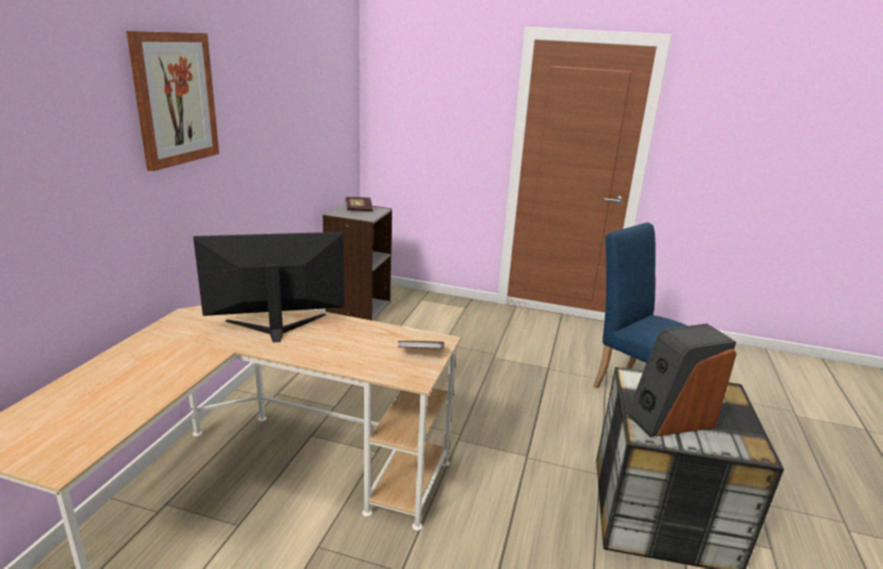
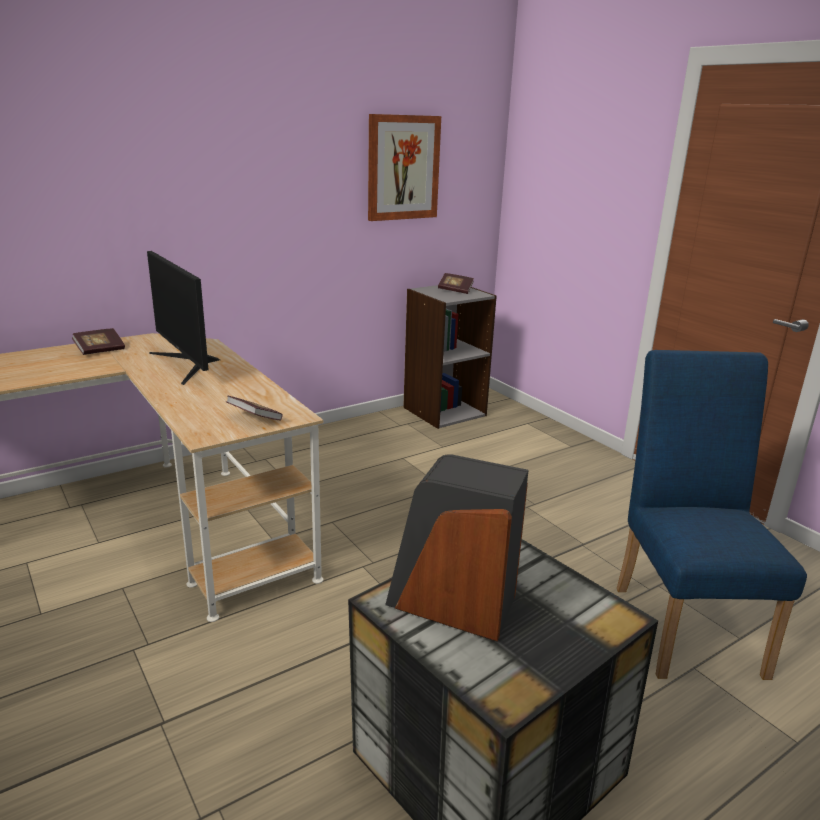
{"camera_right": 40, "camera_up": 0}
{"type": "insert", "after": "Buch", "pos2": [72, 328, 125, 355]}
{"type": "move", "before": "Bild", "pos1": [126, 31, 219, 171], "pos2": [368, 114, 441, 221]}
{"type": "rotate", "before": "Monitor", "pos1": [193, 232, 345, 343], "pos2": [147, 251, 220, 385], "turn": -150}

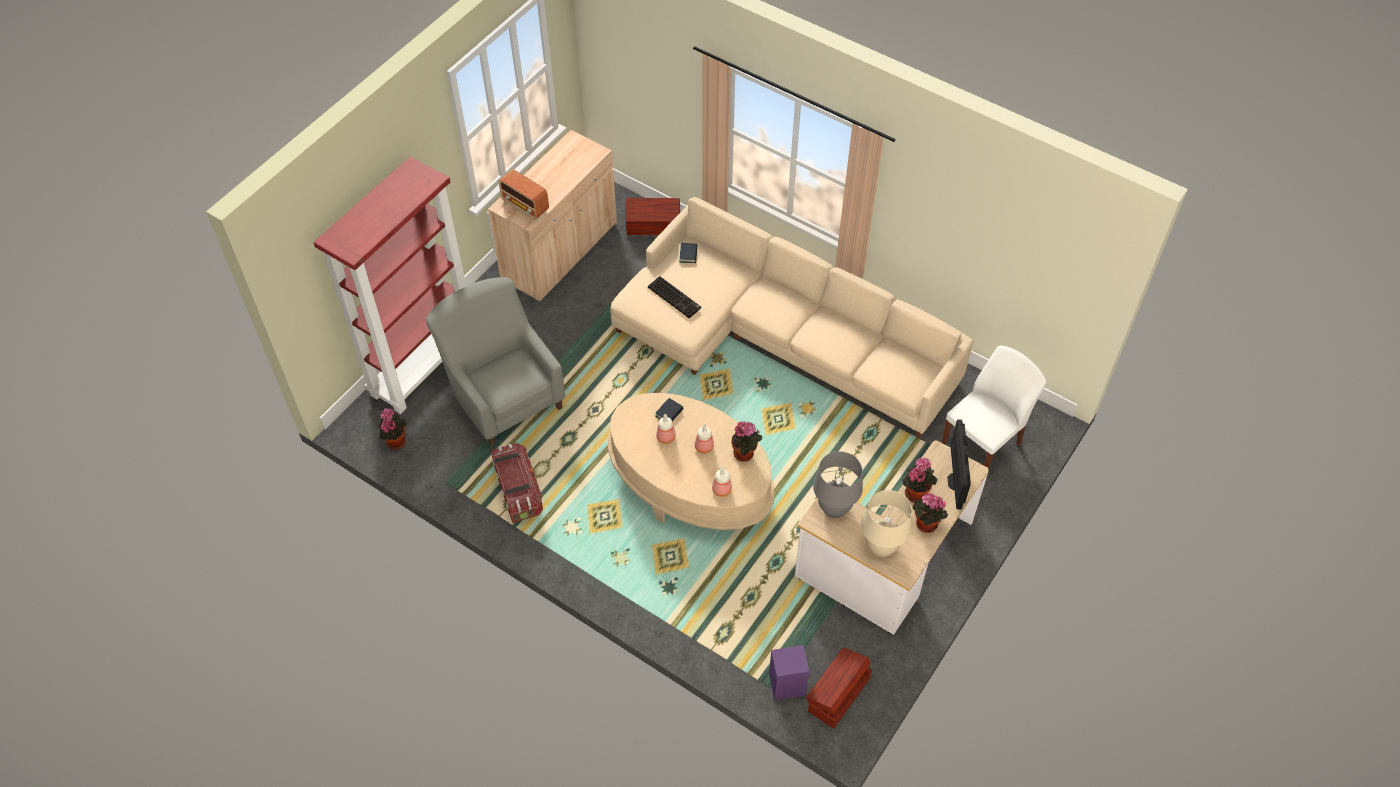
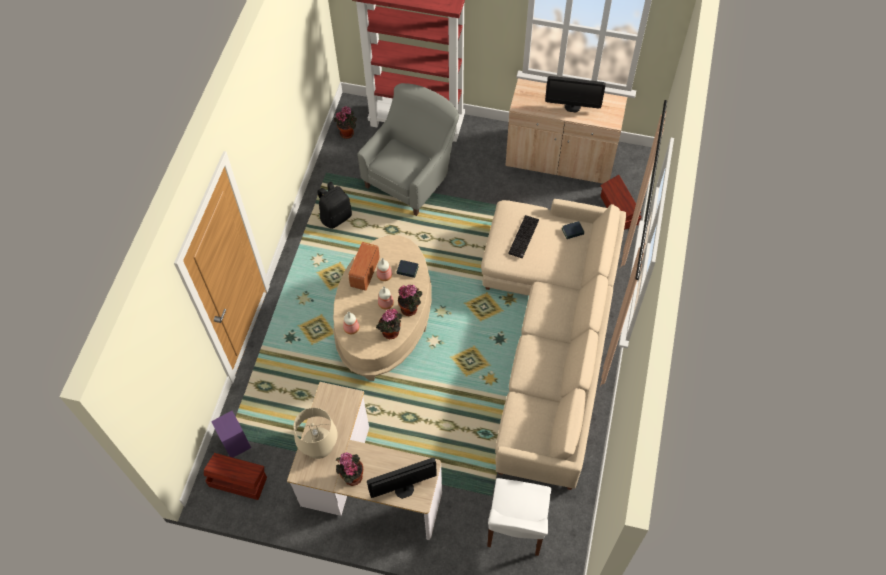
{"camera_right": 70, "camera_up": 5}
{"type": "delete", "before": "Tischlampe [grau]", "pos1": [813, 451, 863, 518]}
{"type": "insert", "after": "Monitor", "pos2": [545, 76, 606, 112]}
{"type": "move", "before": "Radio", "pos1": [499, 169, 549, 219], "pos2": [348, 242, 380, 291]}
{"type": "move", "before": "Topfpflanze", "pos1": [902, 457, 937, 503], "pos2": [398, 284, 423, 316]}
{"type": "replace", "before": "Aufbewahrungsbox", "after": "Rucksack [schwarz]", "pos1": [491, 443, 543, 523], "pos2": [317, 182, 352, 229]}
{"type": "rotate", "before": "Stuhl [weiß]", "pos1": [942, 346, 1046, 469], "pos2": [487, 478, 551, 556], "turn": 75}

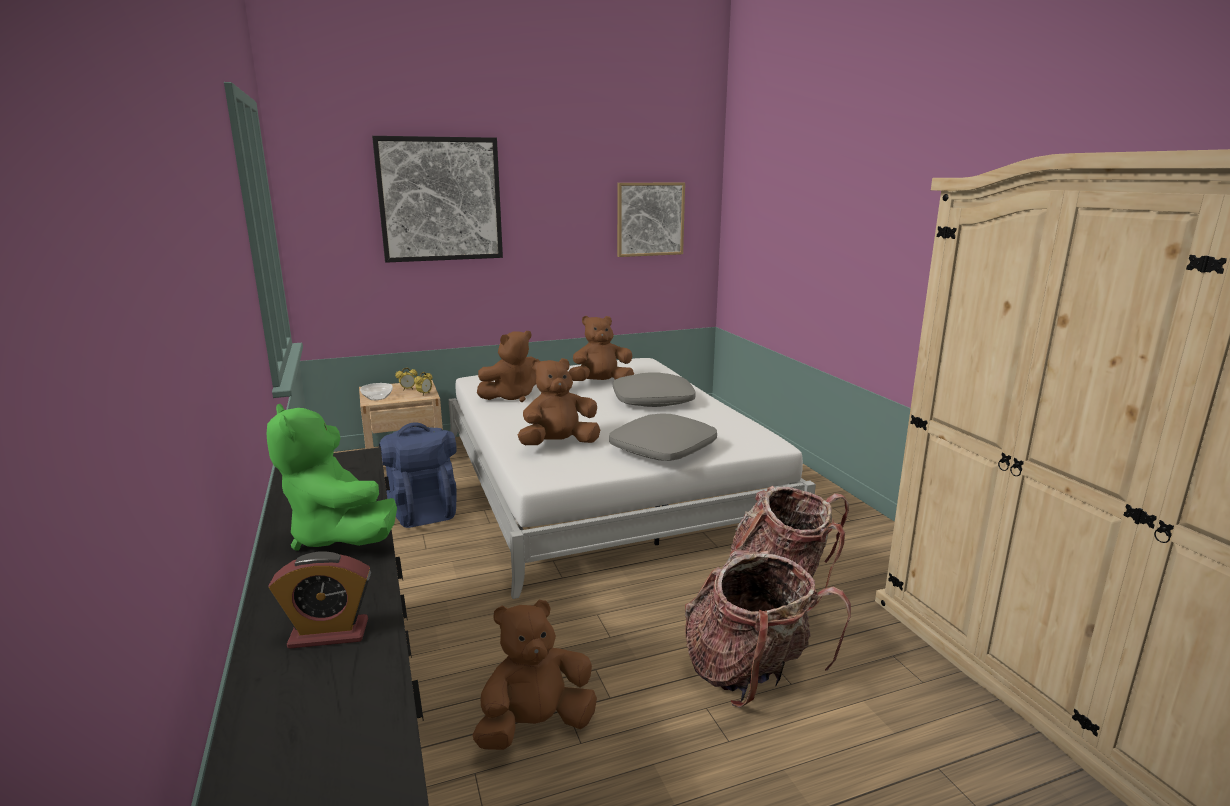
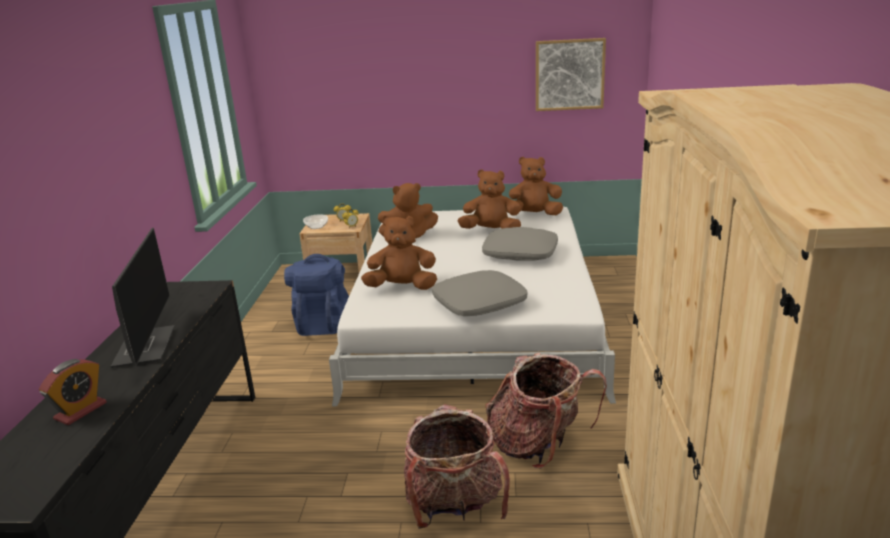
{"camera_right": 25, "camera_up": 5}
{"type": "delete", "before": "Bild", "pos1": [372, 136, 503, 263]}
{"type": "move", "before": "Plüschtier [braun]", "pos1": [472, 600, 597, 750], "pos2": [506, 157, 563, 215]}
{"type": "replace", "before": "Plüschtier [grün]", "after": "Monitor", "pos1": [267, 404, 397, 551], "pos2": [110, 228, 175, 368]}
{"type": "rotate", "before": "Wecker", "pos1": [268, 551, 371, 649], "pos2": [39, 359, 107, 425], "turn": -75}

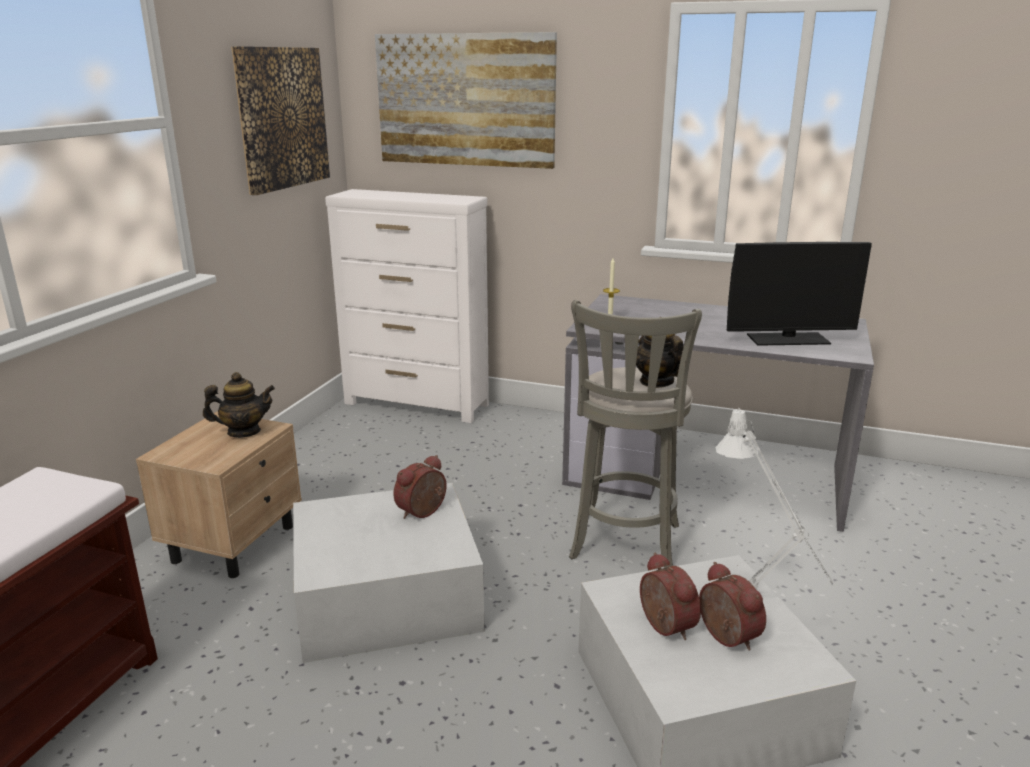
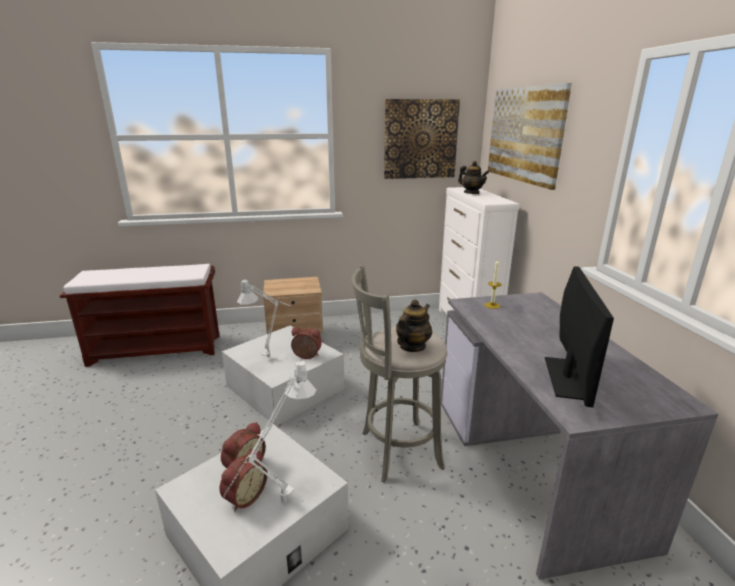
{"camera_right": 60, "camera_up": 0}
{"type": "insert", "after": "Tischlampe [grau]", "pos2": [237, 280, 290, 357]}
{"type": "move", "before": "Teekanne", "pos1": [203, 372, 275, 438], "pos2": [458, 161, 489, 194]}
{"type": "rotate", "before": "Monitor", "pos1": [727, 242, 872, 346], "pos2": [545, 266, 614, 408], "turn": -135}

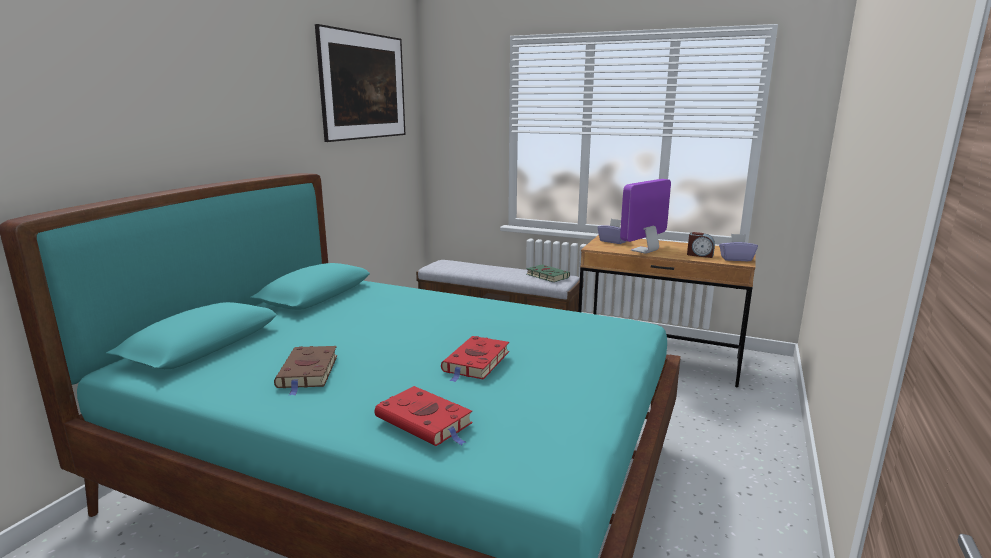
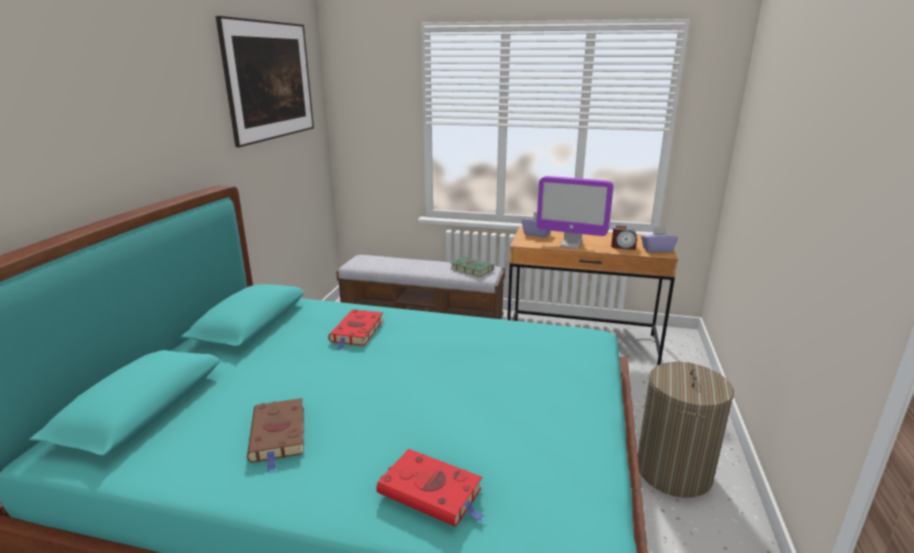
{"camera_right": -10, "camera_up": 5}
{"type": "insert", "after": "Wäschekorb", "pos2": [638, 362, 734, 498]}
{"type": "move", "before": "Buch [rot]", "pos1": [441, 336, 509, 382], "pos2": [328, 309, 384, 350]}
{"type": "rotate", "before": "Monitor", "pos1": [620, 179, 671, 254], "pos2": [537, 176, 614, 249], "turn": -105}

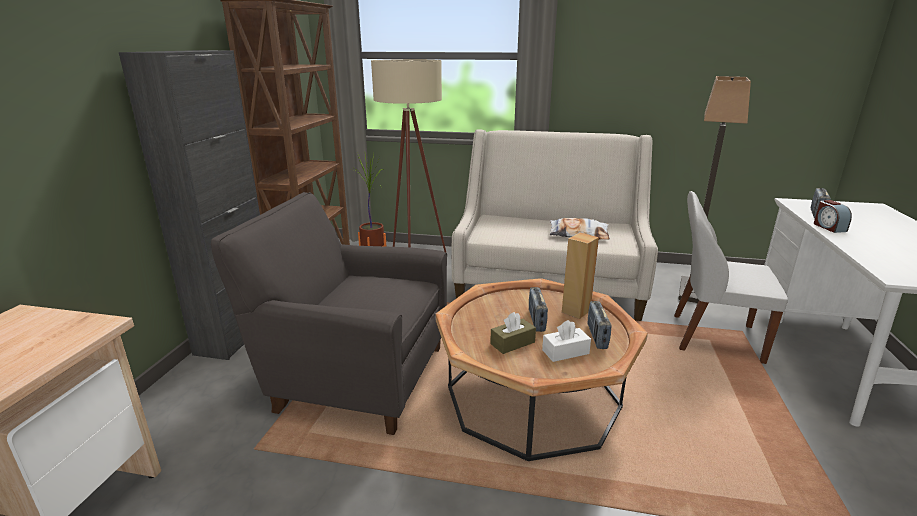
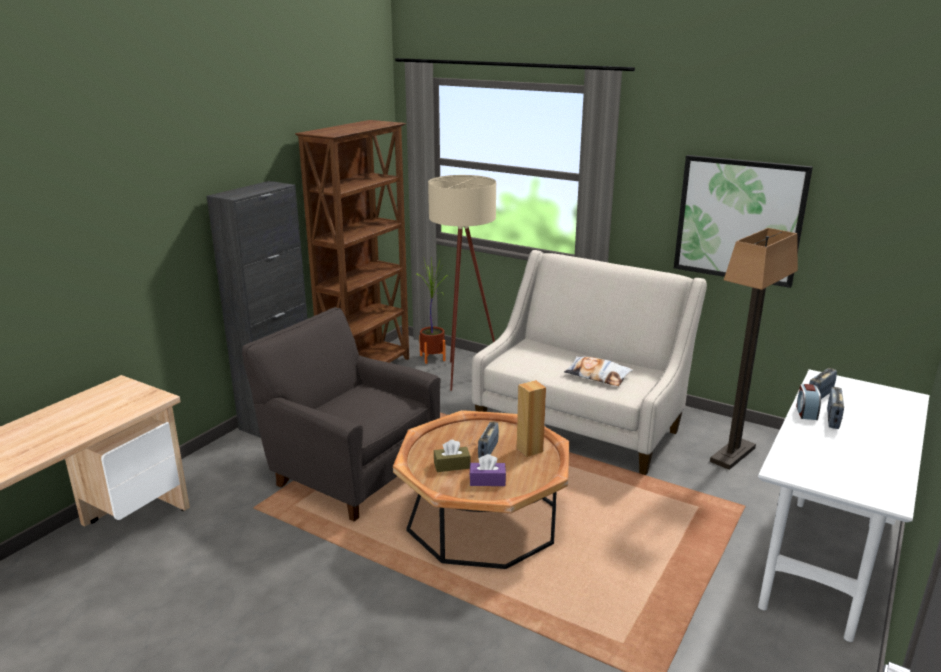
{"camera_right": 20, "camera_up": 0}
{"type": "delete", "before": "Stuhl [weiß]", "pos1": [674, 191, 788, 364]}
{"type": "insert", "after": "Bild", "pos2": [674, 155, 813, 288]}
{"type": "move", "before": "Radio", "pos1": [587, 301, 612, 349], "pos2": [827, 387, 844, 429]}
{"type": "recolor", "before": "Taschentuchbox [weiß]", "after": "Taschentuchbox [lila]", "pos1": [542, 320, 591, 362], "pos2": [470, 454, 506, 486]}

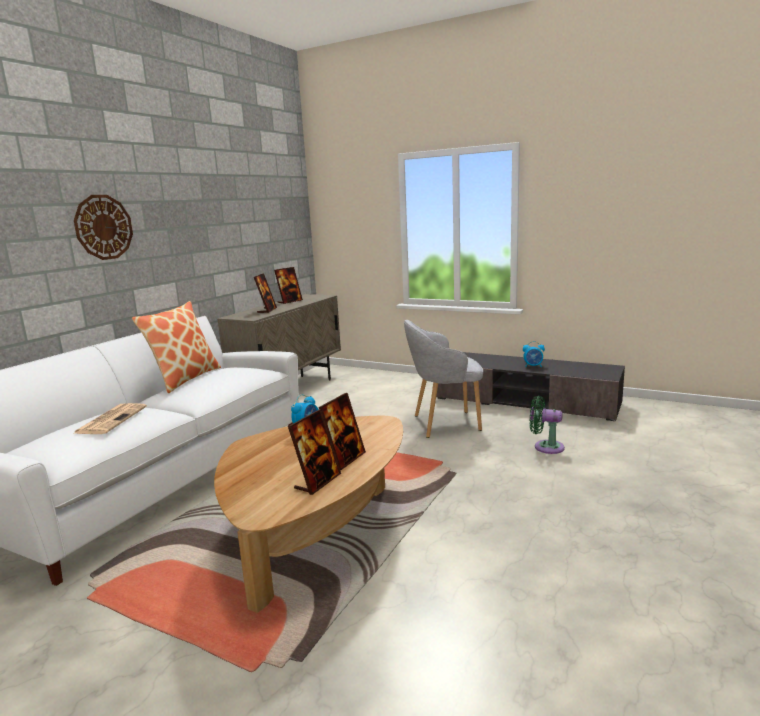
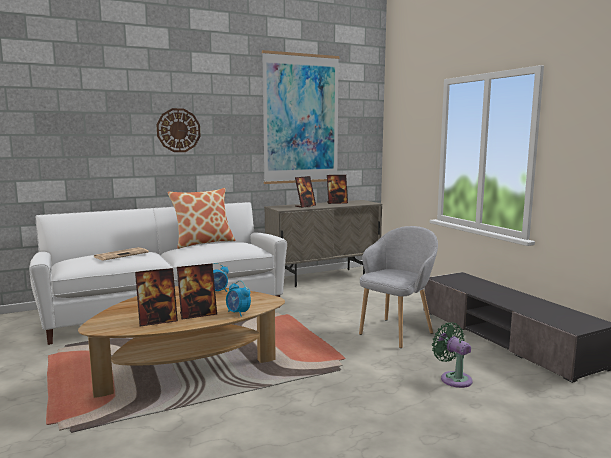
{"camera_right": 35, "camera_up": -5}
{"type": "insert", "after": "Bild", "pos2": [262, 50, 339, 184]}
{"type": "move", "before": "Wecker", "pos1": [523, 341, 545, 368], "pos2": [226, 281, 251, 317]}
{"type": "rotate", "before": "Sessel [grau]", "pos1": [404, 320, 483, 438], "pos2": [359, 226, 438, 348], "turn": 105}

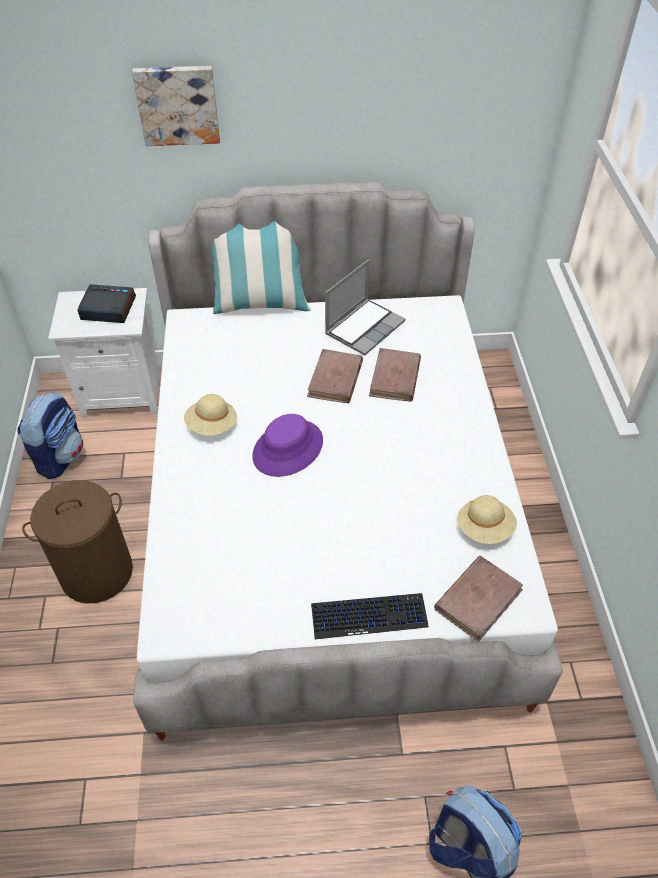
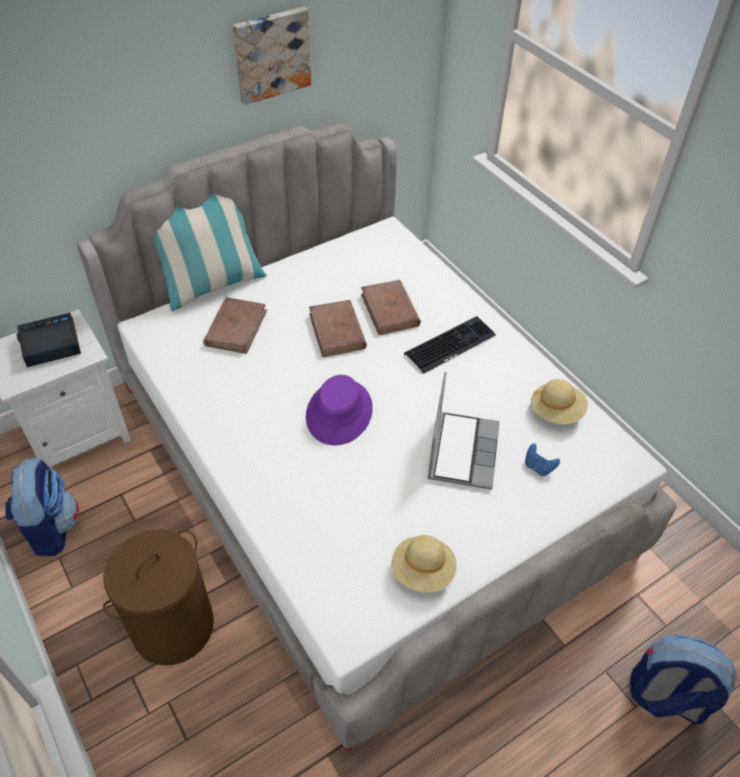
{"camera_right": -30, "camera_up": 0}
{"type": "insert", "after": "Gamepad [blau]", "pos2": [525, 444, 560, 476]}
{"type": "move", "before": "Bild", "pos1": [132, 66, 220, 146], "pos2": [233, 7, 311, 105]}
{"type": "move", "before": "Hut [beige]", "pos1": [184, 394, 237, 436], "pos2": [392, 535, 457, 592]}
{"type": "move", "before": "Tastatur", "pos1": [311, 593, 429, 639], "pos2": [404, 316, 496, 374]}
{"type": "move", "before": "Laptop", "pos1": [325, 259, 406, 355], "pos2": [427, 372, 500, 490]}
{"type": "move", "before": "Buch [braun]", "pos1": [434, 556, 523, 642], "pos2": [203, 297, 267, 354]}

